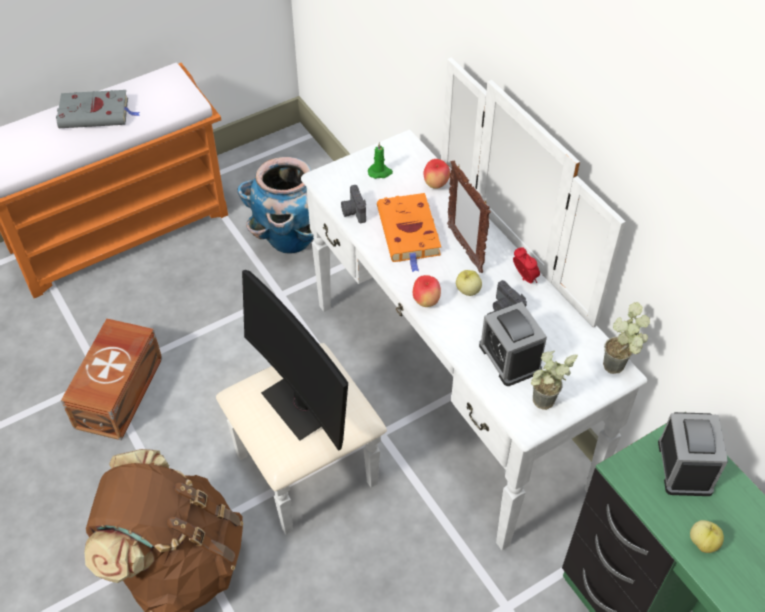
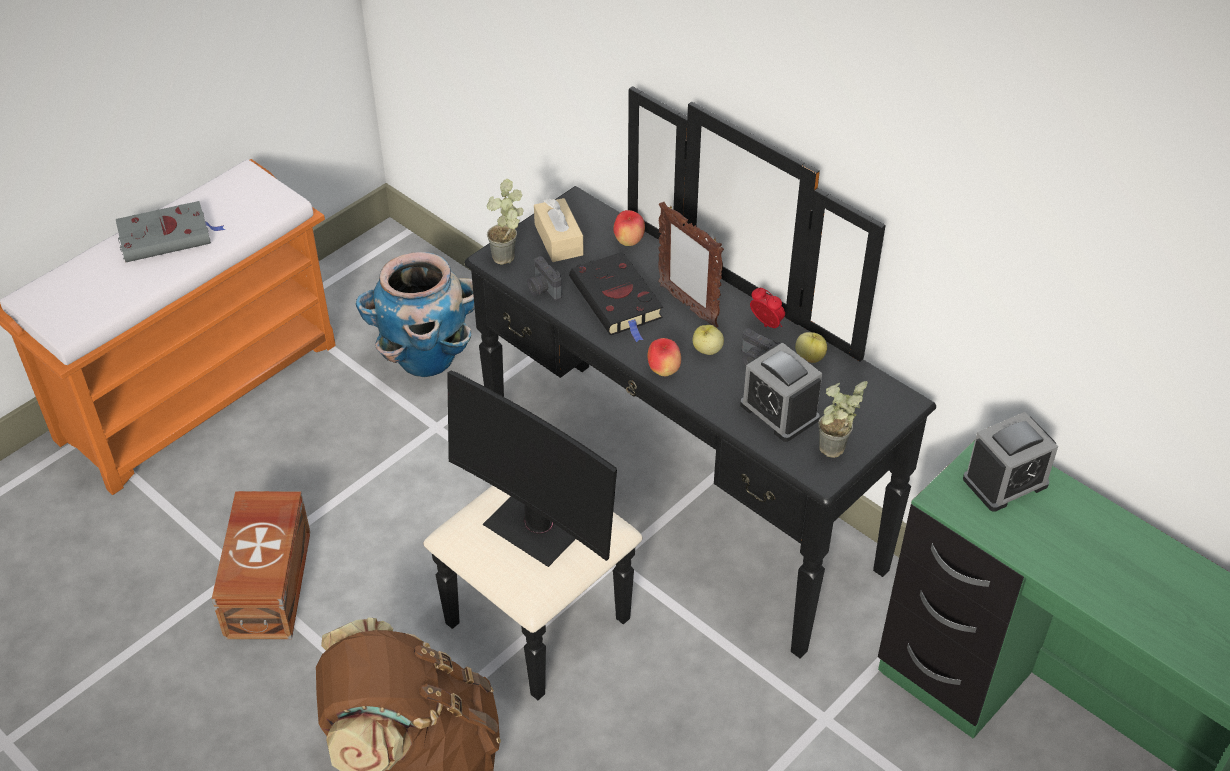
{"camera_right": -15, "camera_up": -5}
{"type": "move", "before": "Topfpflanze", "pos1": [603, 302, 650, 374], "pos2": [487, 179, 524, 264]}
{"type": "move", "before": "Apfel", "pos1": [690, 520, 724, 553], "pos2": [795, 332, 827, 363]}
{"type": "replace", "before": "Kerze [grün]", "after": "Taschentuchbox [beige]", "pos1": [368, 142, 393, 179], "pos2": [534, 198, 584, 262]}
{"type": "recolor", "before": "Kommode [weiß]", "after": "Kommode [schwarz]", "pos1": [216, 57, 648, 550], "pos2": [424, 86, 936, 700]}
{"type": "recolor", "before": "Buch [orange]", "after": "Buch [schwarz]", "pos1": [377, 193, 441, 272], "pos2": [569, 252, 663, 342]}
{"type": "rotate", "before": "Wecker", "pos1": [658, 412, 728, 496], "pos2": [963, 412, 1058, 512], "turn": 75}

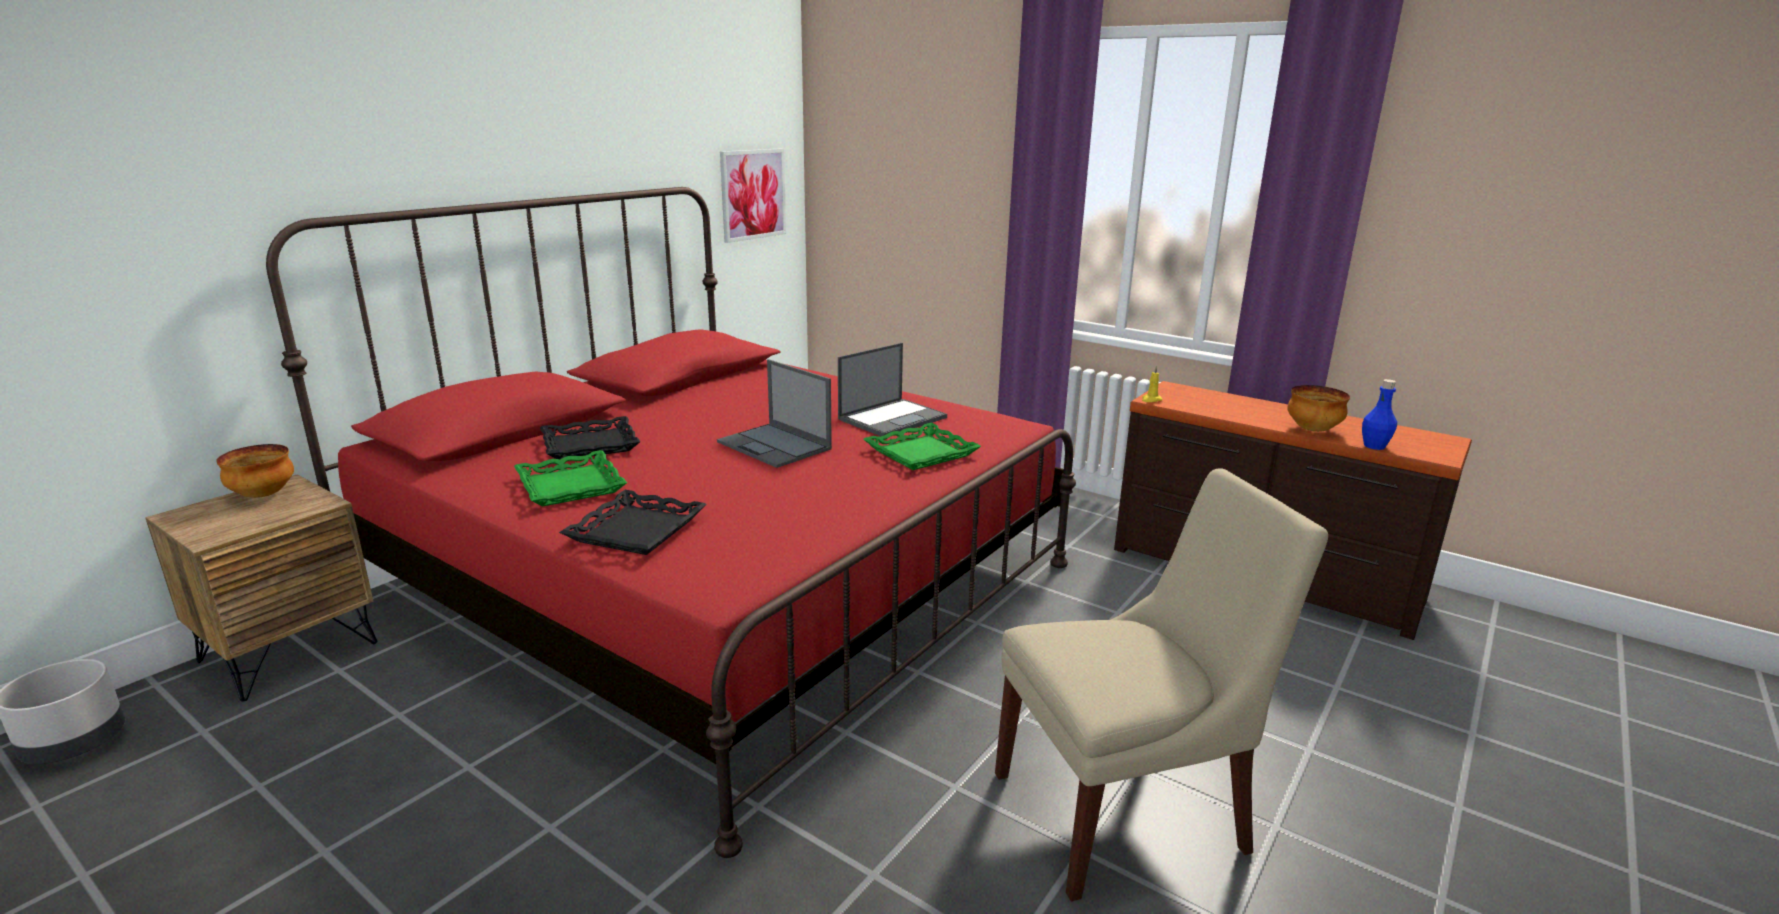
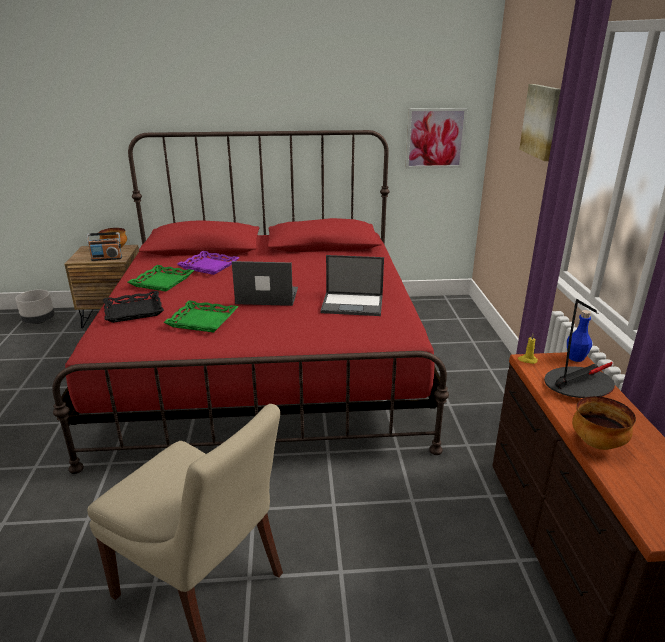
{"camera_right": 50, "camera_up": 5}
{"type": "insert", "after": "Radio", "pos2": [87, 232, 122, 261]}
{"type": "insert", "after": "Bild", "pos2": [519, 84, 561, 161]}
{"type": "insert", "after": "Tischlampe", "pos2": [544, 299, 615, 398]}
{"type": "move", "before": "Tablett [grün]", "pos1": [863, 423, 981, 470], "pos2": [163, 300, 238, 333]}
{"type": "move", "before": "Flasche [blau]", "pos1": [1362, 379, 1397, 450], "pos2": [567, 310, 592, 362]}
{"type": "recolor", "before": "Tablett [schwarz]", "after": "Tablett [lila]", "pos1": [540, 416, 640, 459], "pos2": [177, 251, 239, 275]}
{"type": "rotate", "before": "Laptop", "pos1": [717, 359, 832, 468], "pos2": [232, 261, 298, 306], "turn": 90}

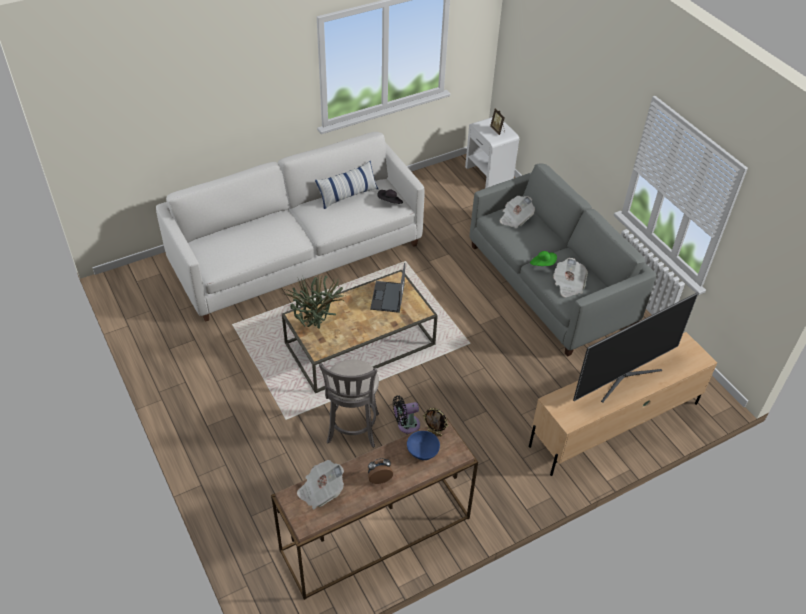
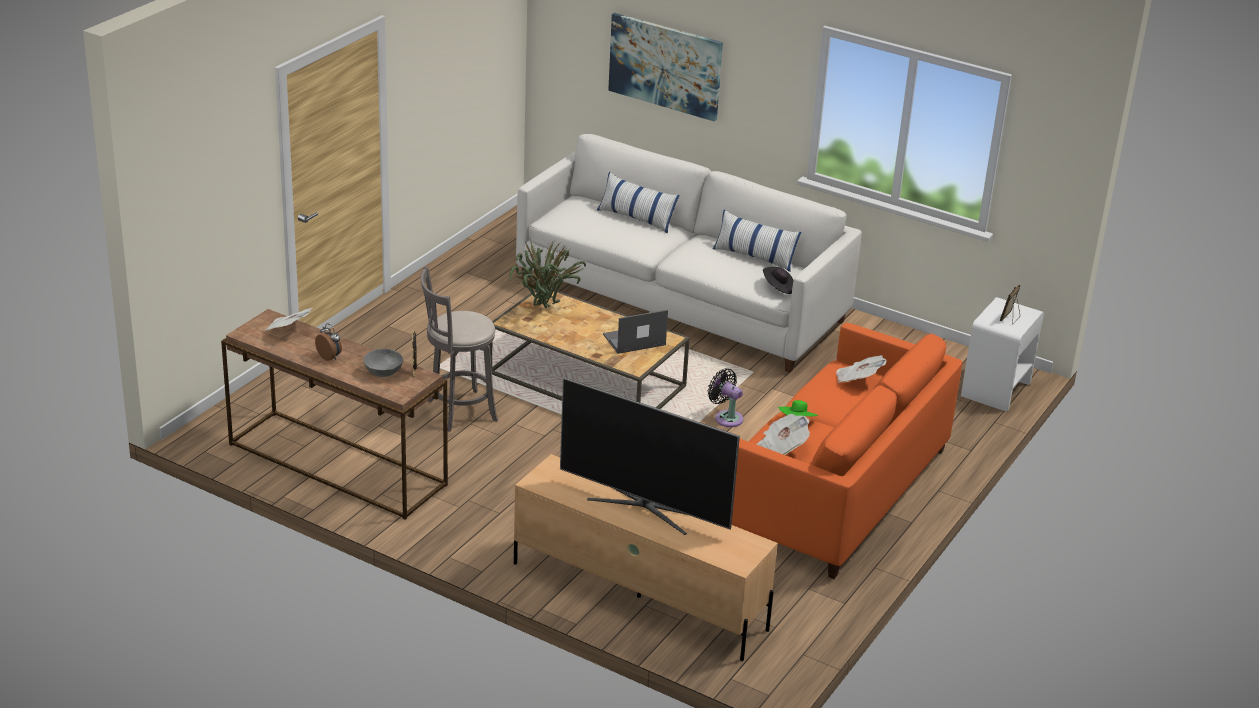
{"camera_right": 60, "camera_up": -15}
{"type": "insert", "after": "Kissen", "pos2": [597, 172, 680, 233]}
{"type": "insert", "after": "Bild", "pos2": [608, 13, 723, 122]}
{"type": "move", "before": "Ventilator [schwarz]", "pos1": [393, 395, 420, 434], "pos2": [708, 368, 743, 427]}
{"type": "recolor", "before": "Schüssel [blau]", "after": "Schüssel [grau]", "pos1": [407, 431, 440, 460], "pos2": [364, 349, 403, 377]}
{"type": "recolor", "before": "Sofa [grau]", "after": "Sofa [orange]", "pos1": [470, 163, 657, 357], "pos2": [732, 323, 962, 579]}

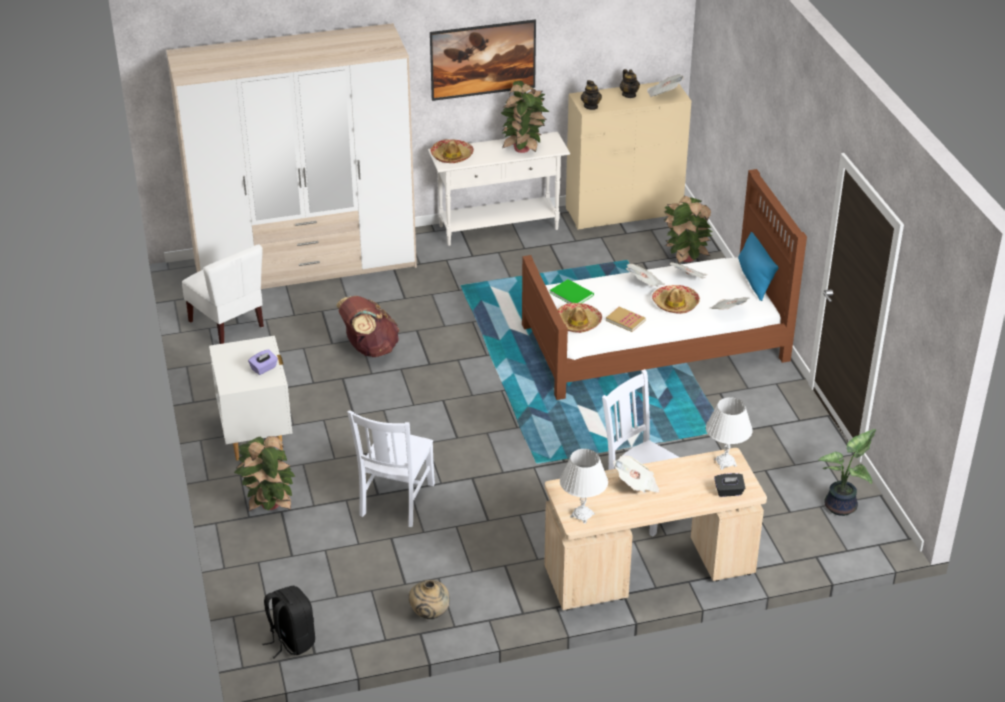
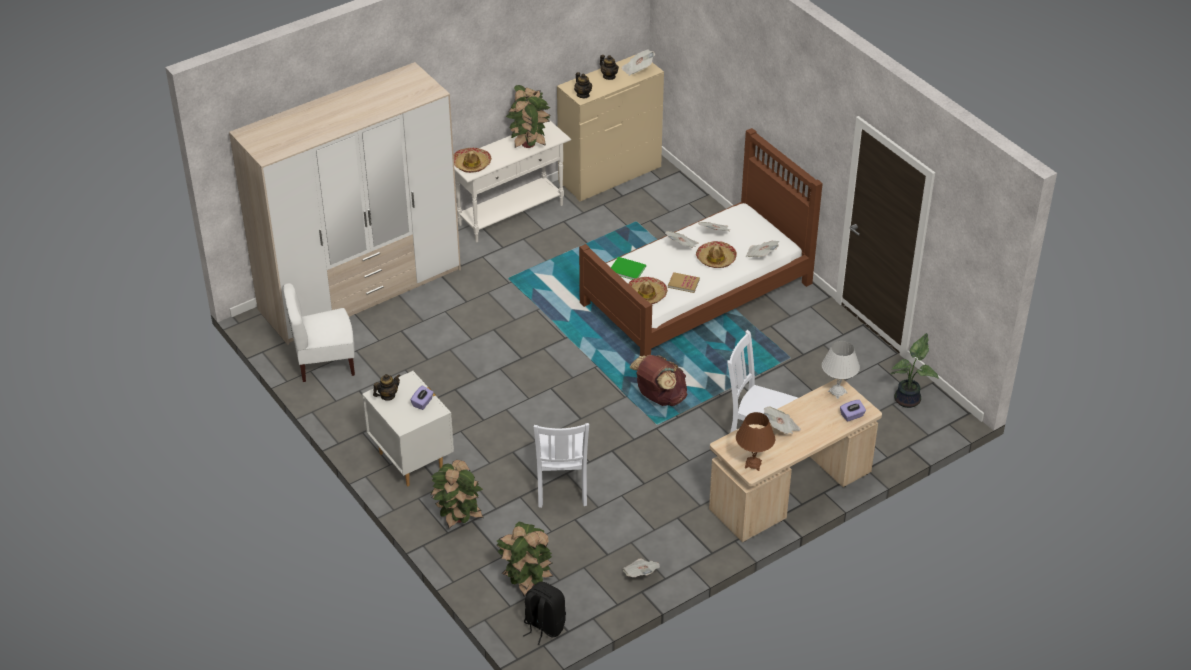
{"camera_right": -20, "camera_up": 5}
{"type": "delete", "before": "Bild", "pos1": [430, 19, 536, 101]}
{"type": "delete", "before": "Kissen [blau]", "pos1": [738, 232, 779, 301]}
{"type": "insert", "after": "Teekanne", "pos2": [373, 374, 401, 401]}
{"type": "move", "before": "Rucksack [braun]", "pos1": [336, 296, 400, 357], "pos2": [630, 355, 687, 406]}
{"type": "move", "before": "Topfpflanze", "pos1": [664, 196, 712, 264], "pos2": [496, 522, 553, 596]}
{"type": "replace", "before": "Vase [beige]", "after": "Zeitung", "pos1": [409, 580, 450, 619], "pos2": [622, 558, 660, 577]}
{"type": "recolor", "before": "Tischlampe [weiß]", "after": "Tischlampe [braun]", "pos1": [560, 449, 608, 524], "pos2": [736, 412, 775, 471]}
{"type": "recolor", "before": "Taschentuchbox [schwarz]", "after": "Taschentuchbox [lila]", "pos1": [714, 473, 745, 497], "pos2": [840, 400, 866, 422]}
{"type": "rotate", "before": "Stuhl [weiß]", "pos1": [182, 244, 264, 344], "pos2": [283, 283, 355, 382], "turn": 135}

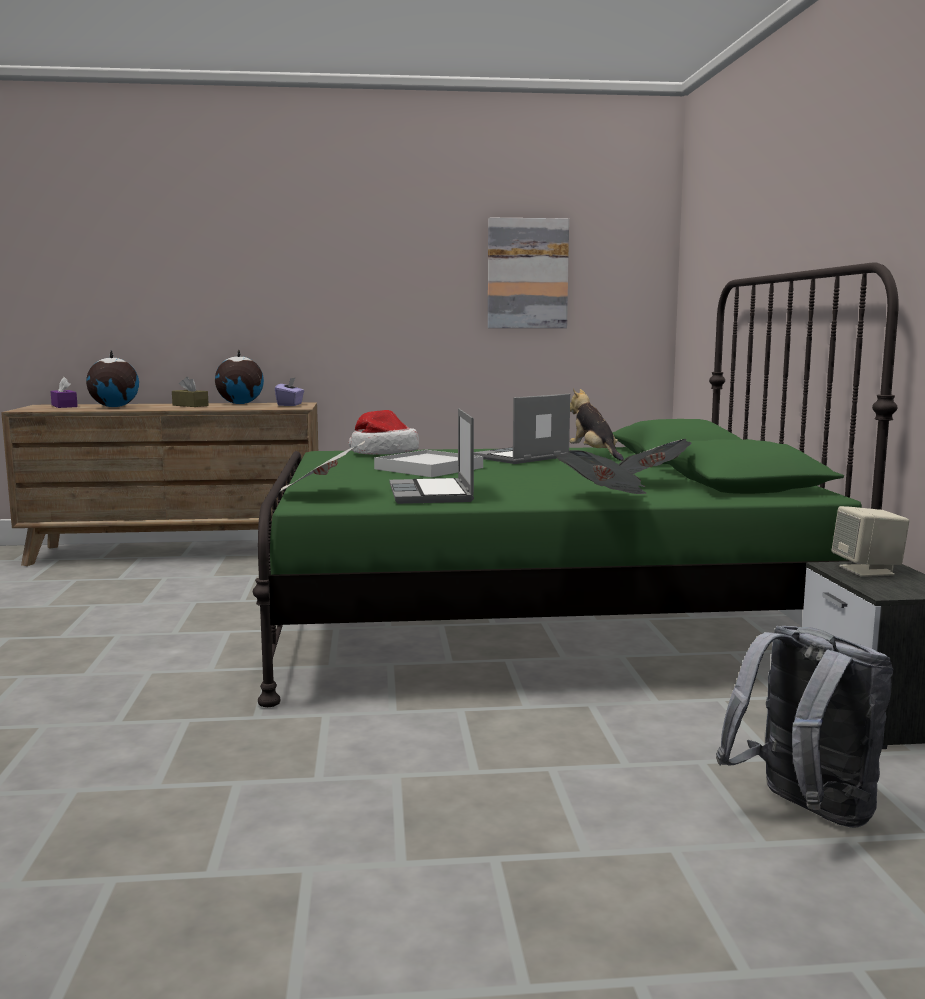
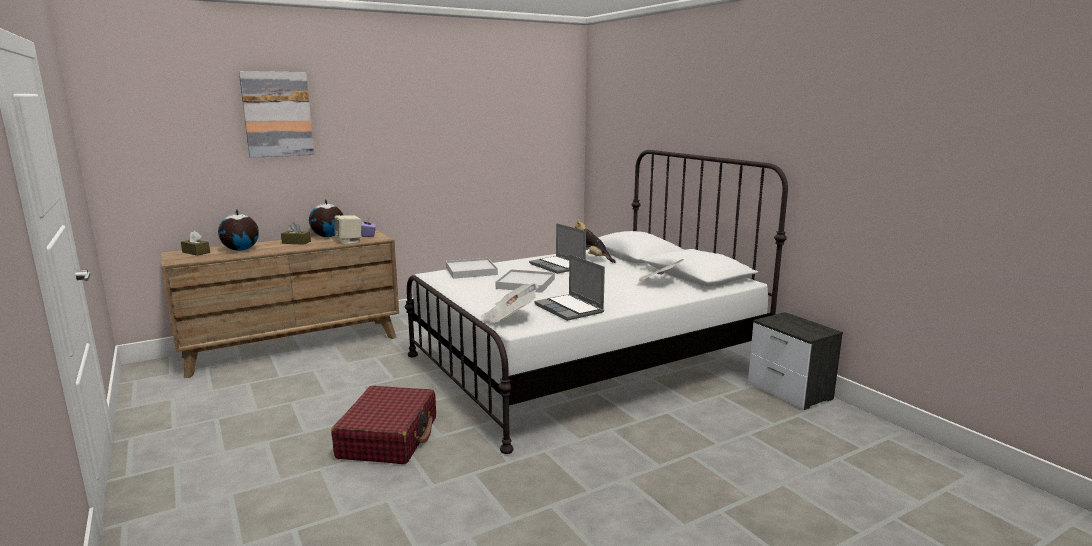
{"camera_right": -25, "camera_up": 5}
{"type": "delete", "before": "Zeitung", "pos1": [557, 450, 646, 494]}
{"type": "delete", "before": "Rucksack [grau]", "pos1": [716, 626, 893, 828]}
{"type": "insert", "after": "Koffer [rot]", "pos2": [331, 386, 436, 464]}
{"type": "move", "before": "Bild", "pos1": [488, 218, 569, 328], "pos2": [239, 71, 314, 158]}
{"type": "move", "before": "Lautsprecher [beige]", "pos1": [832, 506, 909, 577], "pos2": [334, 215, 361, 244]}
{"type": "replace", "before": "Hut", "after": "Tablett [weiß]", "pos1": [349, 410, 419, 455], "pos2": [446, 258, 498, 279]}
{"type": "recolor", "before": "Taschentuchbox [lila]", "after": "Taschentuchbox [braun]", "pos1": [51, 377, 78, 408], "pos2": [181, 231, 210, 256]}
{"type": "recolor", "before": "Bett [grün]", "after": "Bett [weiß]", "pos1": [253, 262, 899, 707], "pos2": [405, 150, 788, 454]}
{"type": "rotate", "before": "Laptop", "pos1": [474, 394, 570, 464], "pos2": [529, 223, 586, 274], "turn": -60}

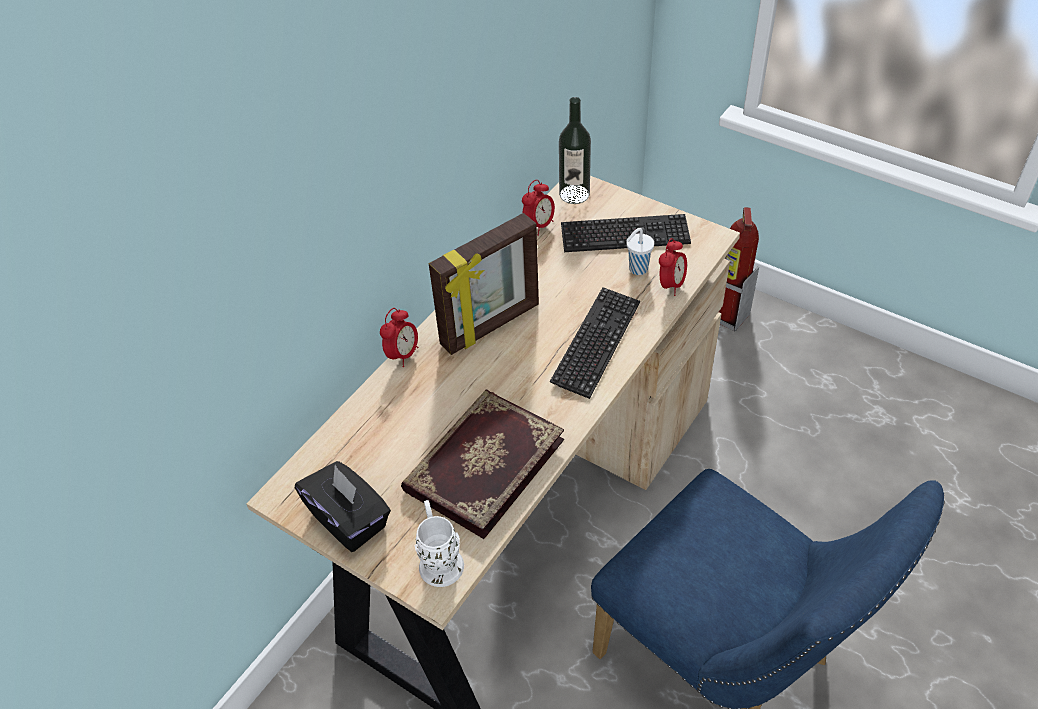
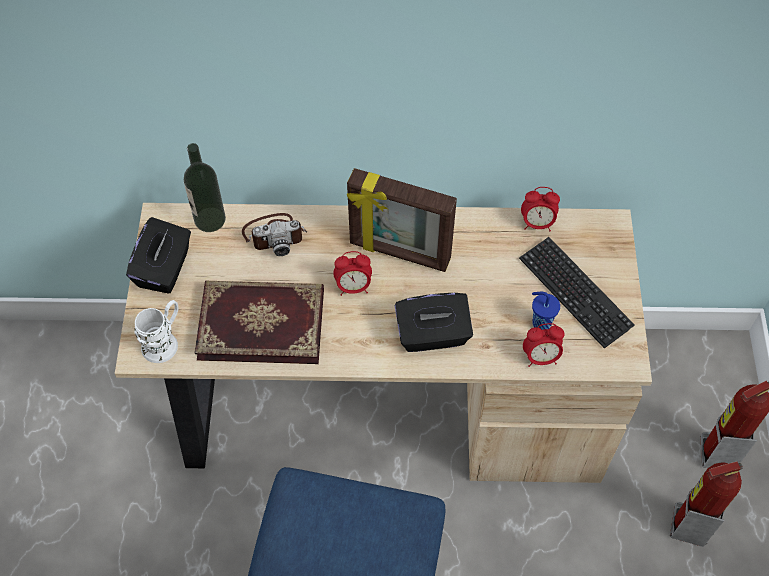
{"camera_right": 55, "camera_up": 10}
{"type": "insert", "after": "Kamera", "pos2": [242, 213, 307, 256]}
{"type": "insert", "after": "Feuerlöscher", "pos2": [670, 461, 743, 547]}
{"type": "move", "before": "Wecker", "pos1": [380, 308, 419, 367], "pos2": [333, 251, 372, 296]}
{"type": "move", "before": "Flasche", "pos1": [559, 97, 591, 204], "pos2": [184, 143, 226, 232]}
{"type": "replace", "before": "Tastatur", "after": "Taschentuchbox [schwarz]", "pos1": [550, 287, 640, 399], "pos2": [395, 293, 473, 352]}
{"type": "recolor", "before": "Tasse [weiß]", "after": "Tasse [blau]", "pos1": [626, 228, 654, 275], "pos2": [532, 292, 560, 330]}

